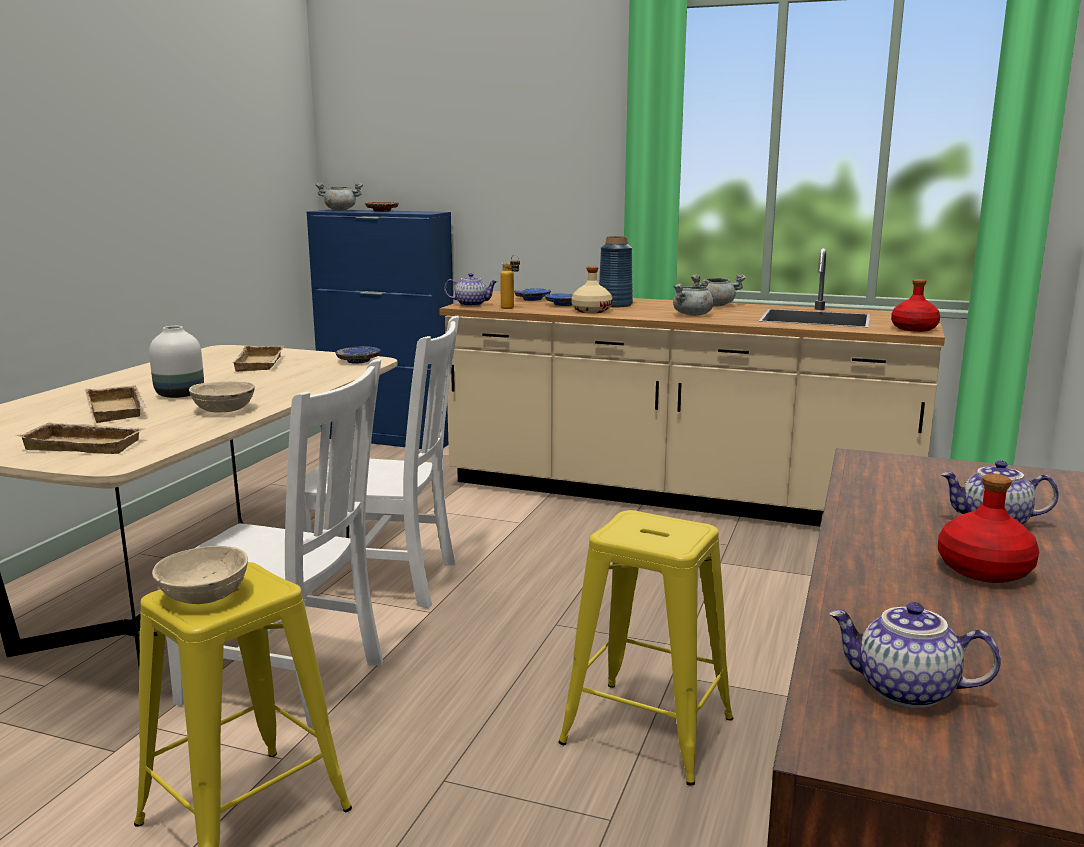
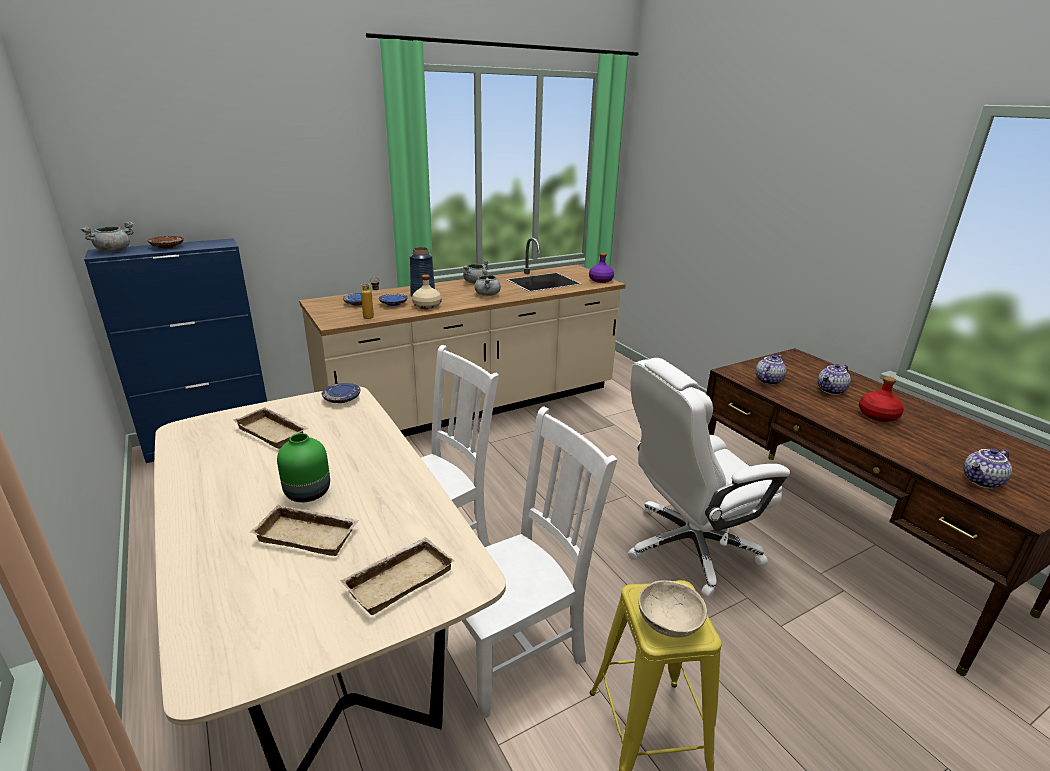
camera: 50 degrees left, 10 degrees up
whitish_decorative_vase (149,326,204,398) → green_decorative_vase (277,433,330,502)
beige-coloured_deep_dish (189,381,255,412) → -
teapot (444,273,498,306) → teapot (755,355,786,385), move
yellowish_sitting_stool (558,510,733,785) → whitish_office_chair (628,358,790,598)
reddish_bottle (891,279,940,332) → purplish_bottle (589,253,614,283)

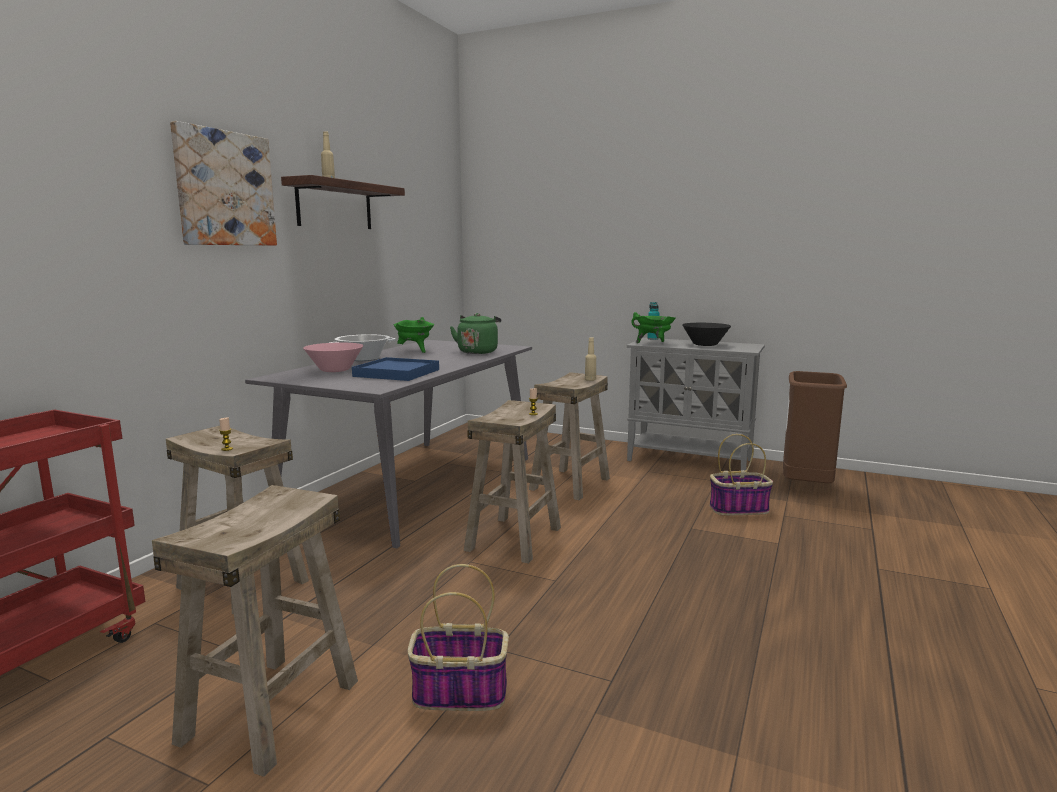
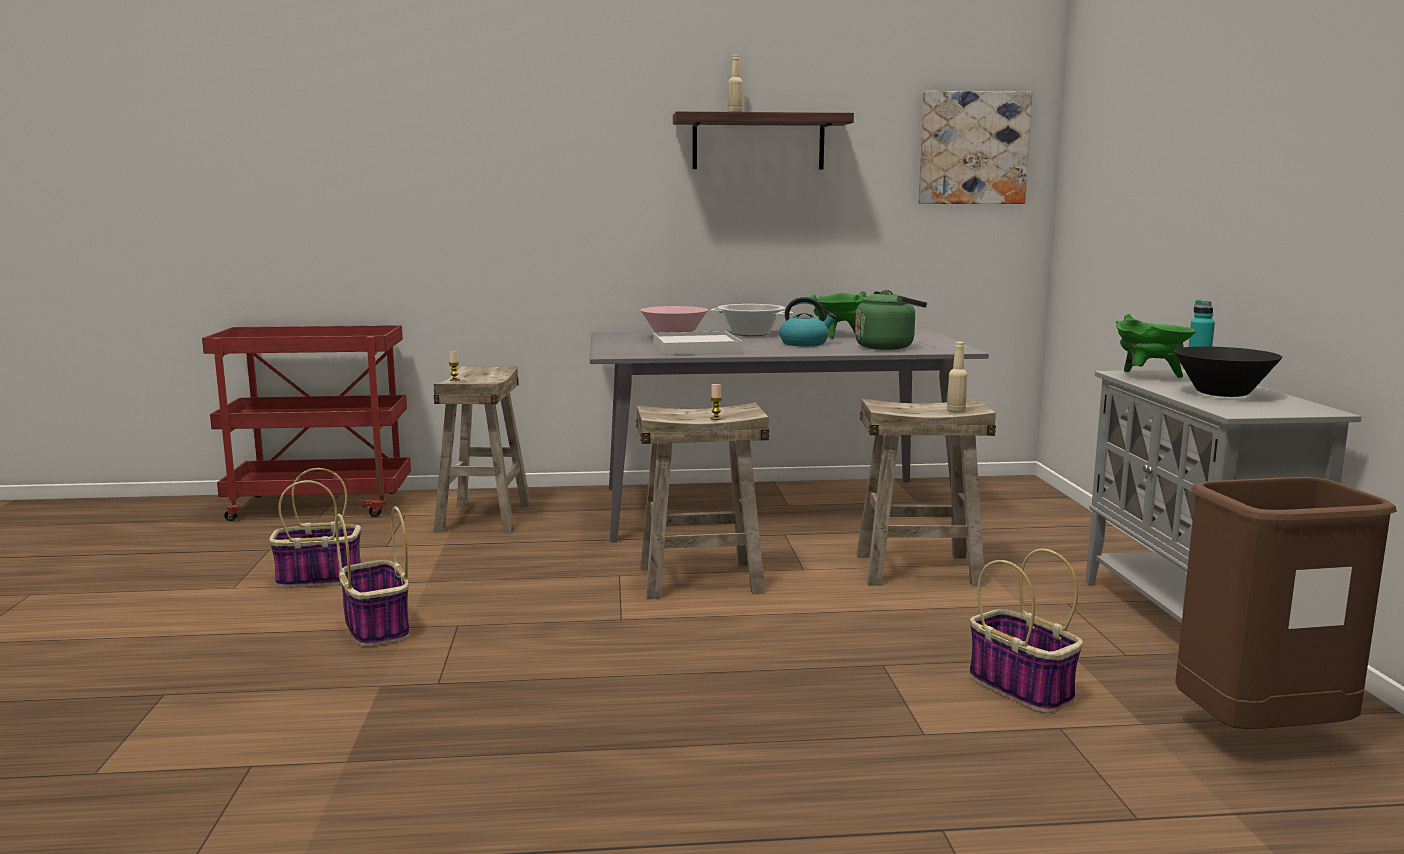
camera: 60 degrees right, 0 degrees up
beige-coloured_sitting_stool (152,485,358,777) → basket (269,468,361,588)
wall_art (170,121,277,246) → wall_art (919,91,1032,204), move
bluish_serving_tray (352,357,439,381) → whitish_serving_tray (653,331,742,355)
- → water_kettle (779,297,836,346)

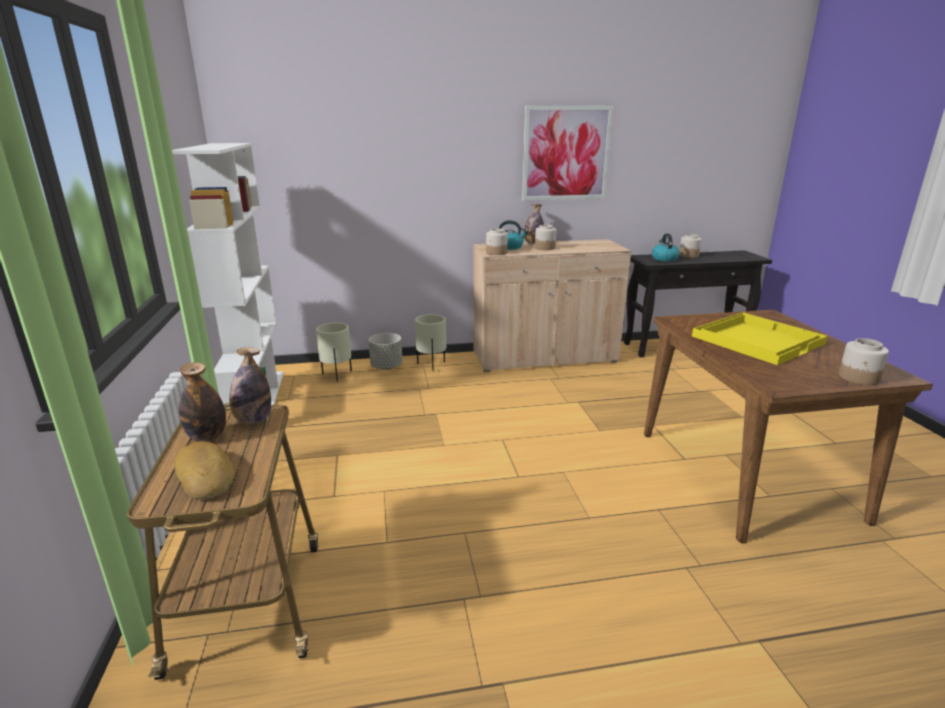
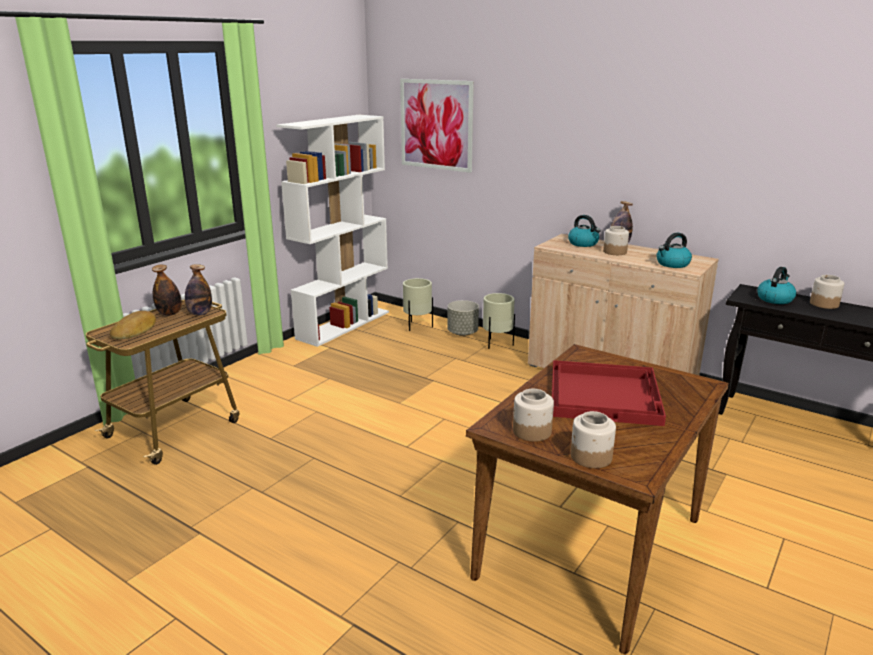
camera: 45 degrees right, 0 degrees up
preserve_jar (486,229,508,255) → preserve_jar (513,389,554,442), move
wall_art (522,106,613,201) → wall_art (400,79,474,173), move
yellowish_serving_tray (692,312,828,365) → reddish_serving_tray (552,360,666,426)
- → water_kettle (656,233,692,268)

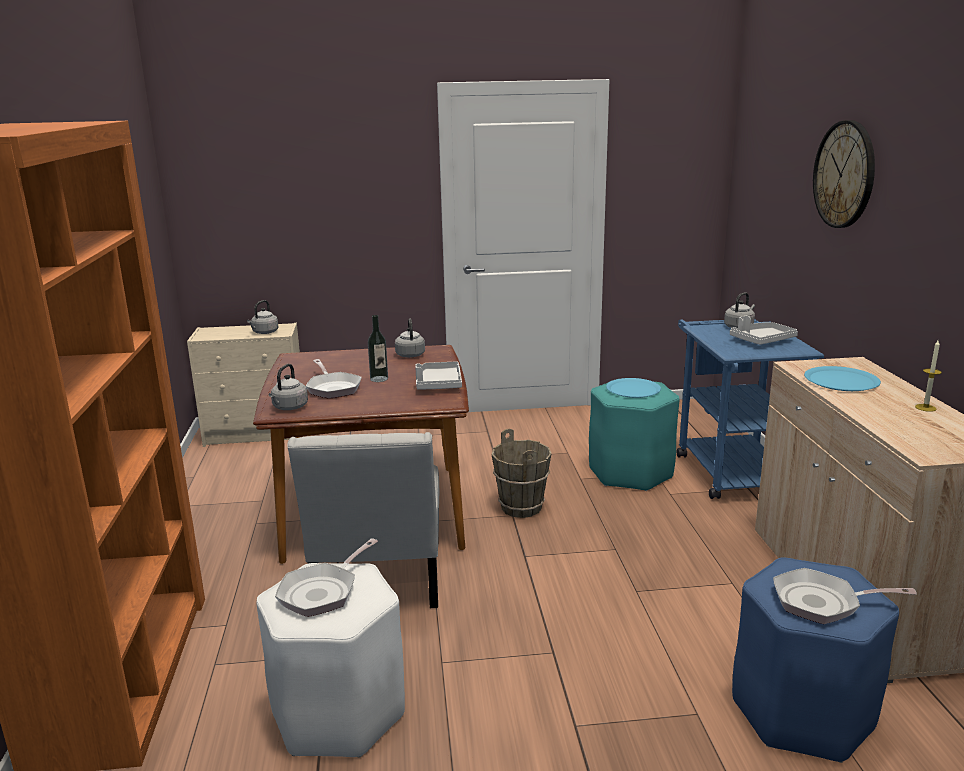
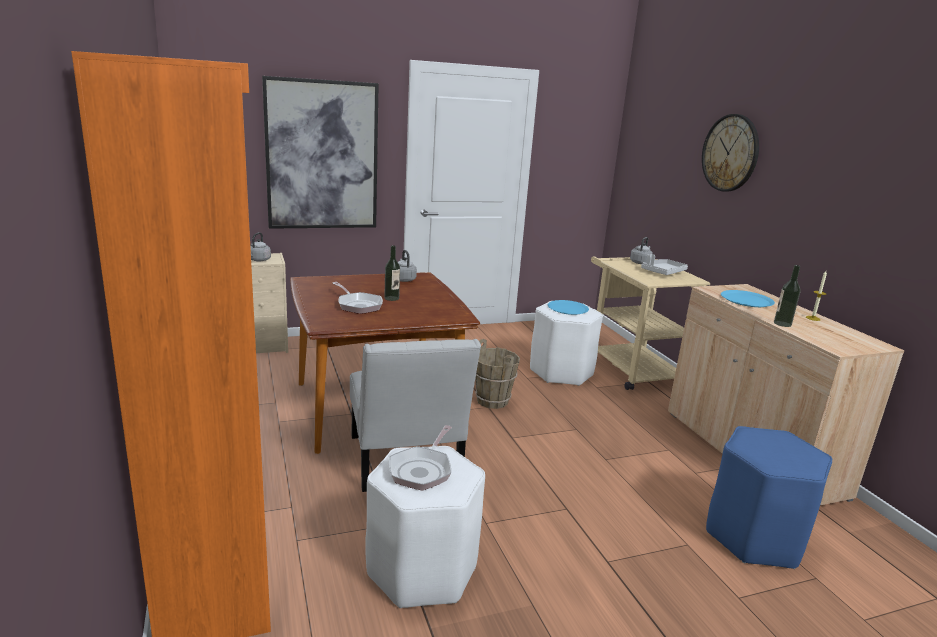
camera: 15 degrees left, 0 degrees up
greyish_water_kettle (269,364,308,410) → -
greyish_serving_tray (415,361,462,389) → -
turquoise_sitting_stool (589,382,680,491) → whitish_sitting_stool (530,301,603,386)
bluish_cart (677,319,824,499) → beige-coloured_cart (591,257,710,390)
frying_pan (773,568,917,624) → -
- → wall_art (262,76,379,229)
- → bottle (774,265,801,327)

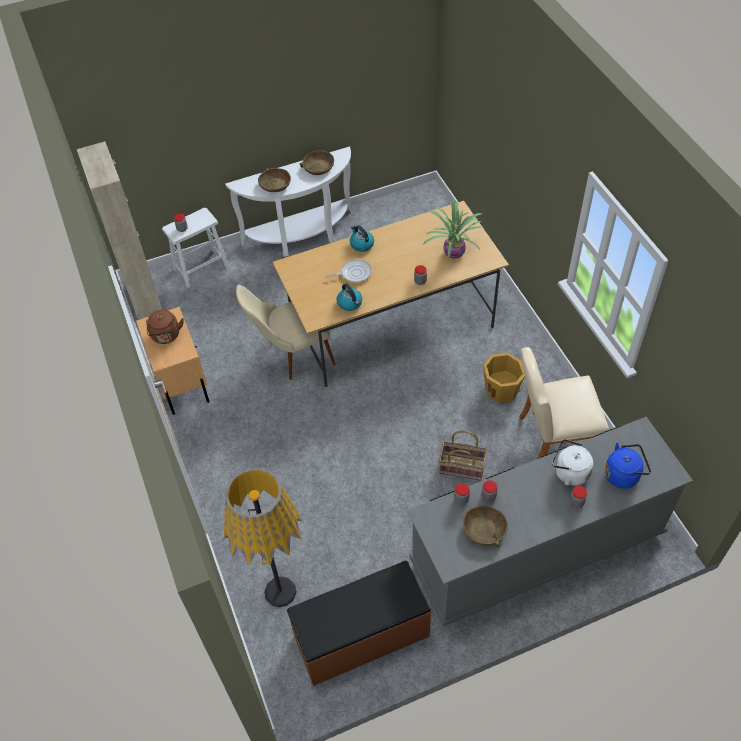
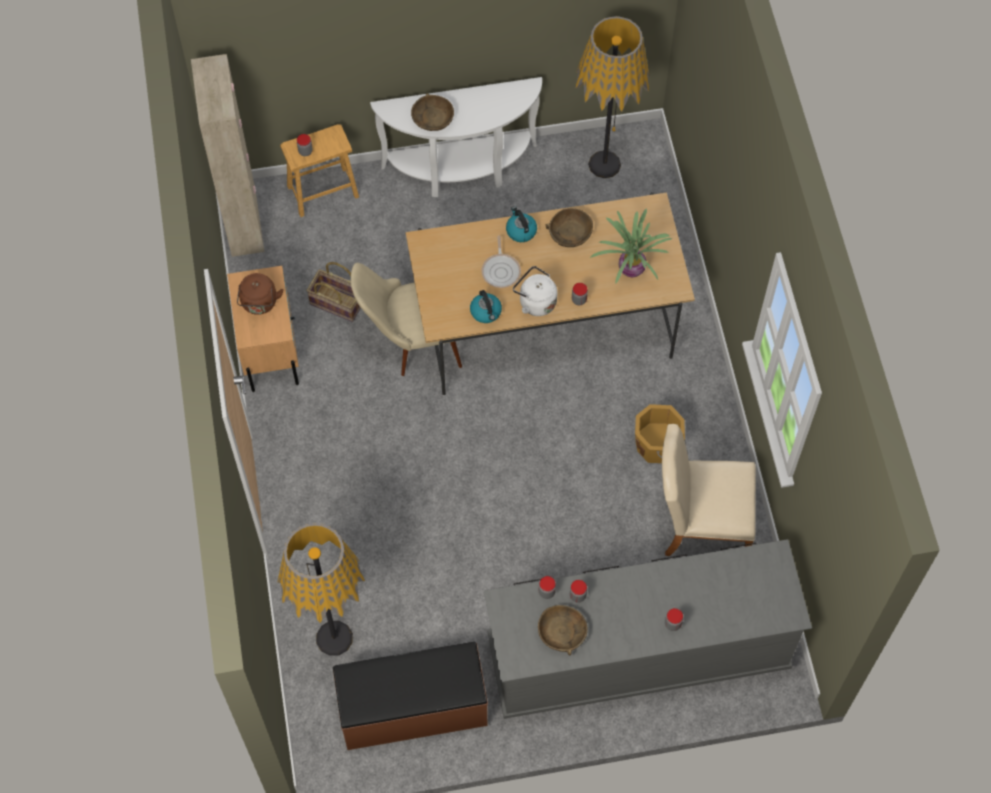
camera: 10 degrees right, 10 degrees up
whitish_sitting_stool (162,208,229,288) → brown_sitting_stool (280,124,359,217)
brown_deep_dish (300,151,334,175) → brown_deep_dish (546,208,593,247), move
frying_pan (325,259,372,283) → frying_pan (481,236,521,288), 90 degrees clockwise
basket (439,430,487,481) → basket (307,262,361,322), move
whitish_water_kettle (552,439,594,486) → whitish_water_kettle (513,266,557,316), move
bluish_water_kettle (605,443,651,489) → -
- → floor_lamp (575,16,649,178)

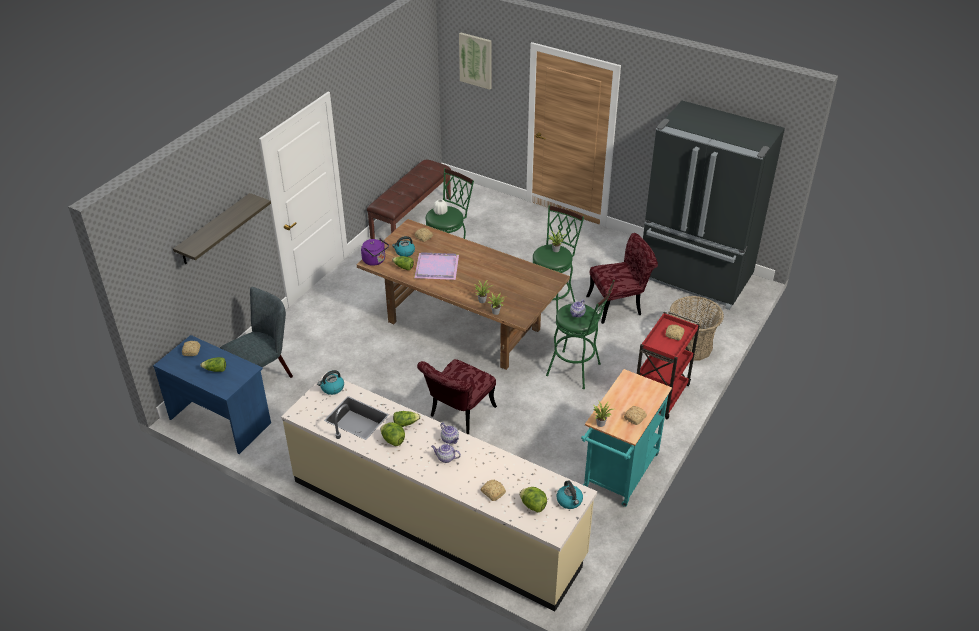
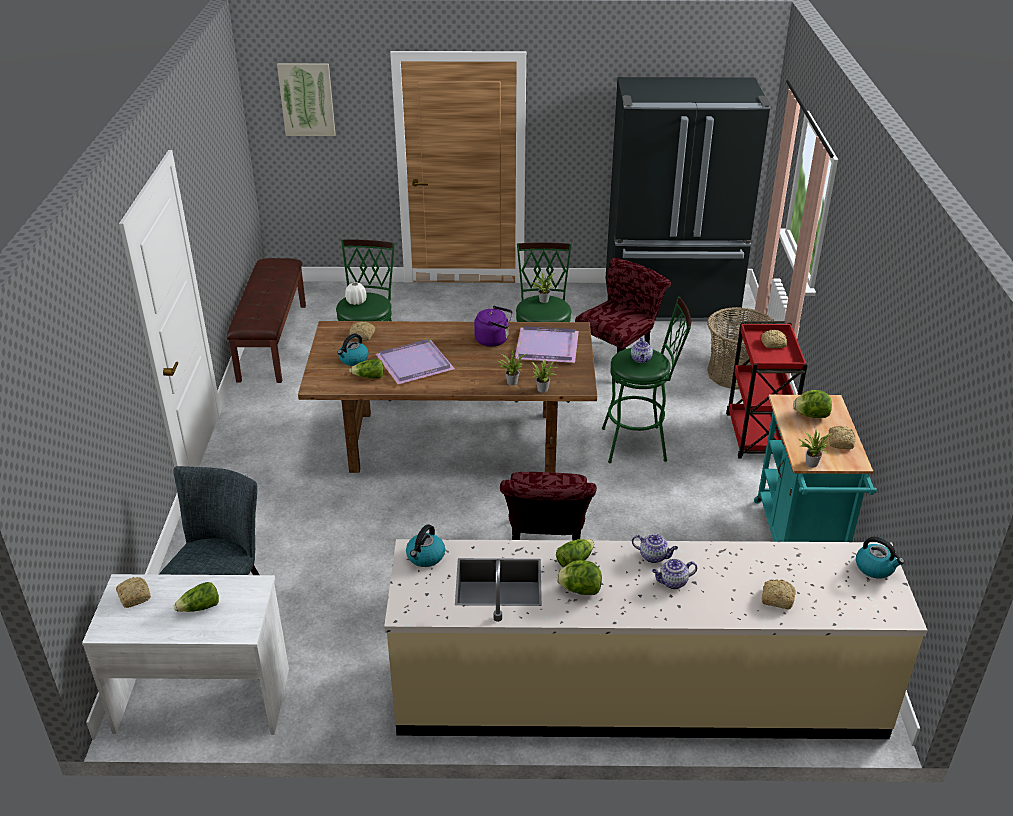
camera: 30 degrees left, 5 degrees down
bluish_desk_unit (153,335,271,454) → whitish_desk_unit (82,574,289,735)
shelf (173,193,271,264) → -
purplish_water_kettle (361,238,389,266) → purplish_water_kettle (474,306,512,347), move
head_of_lettuce (519,487,547,513) → head_of_lettuce (793,390,832,418), move
- → purplish_serving_tray (514,326,579,363)

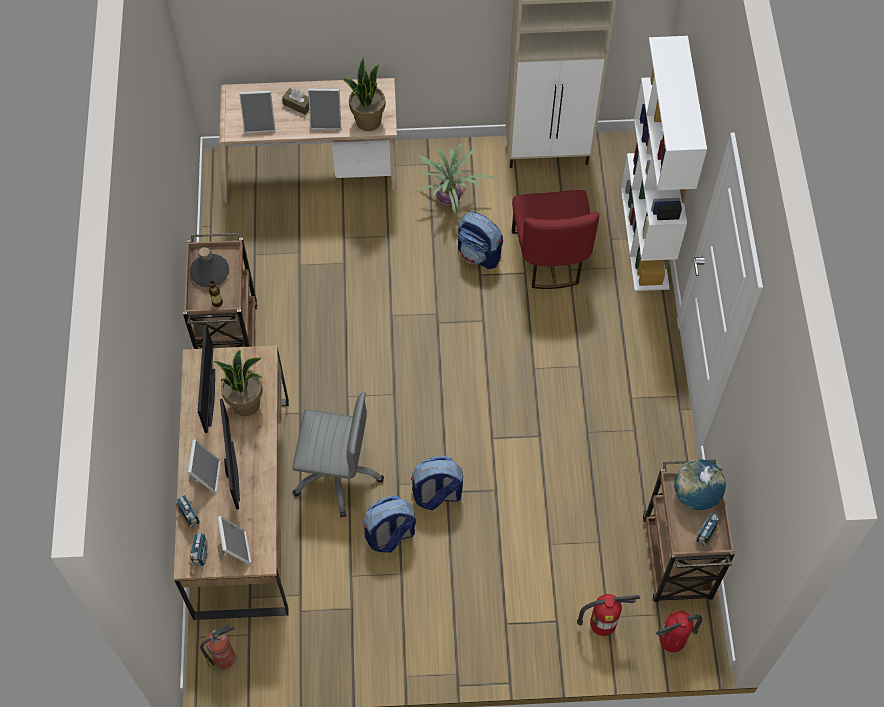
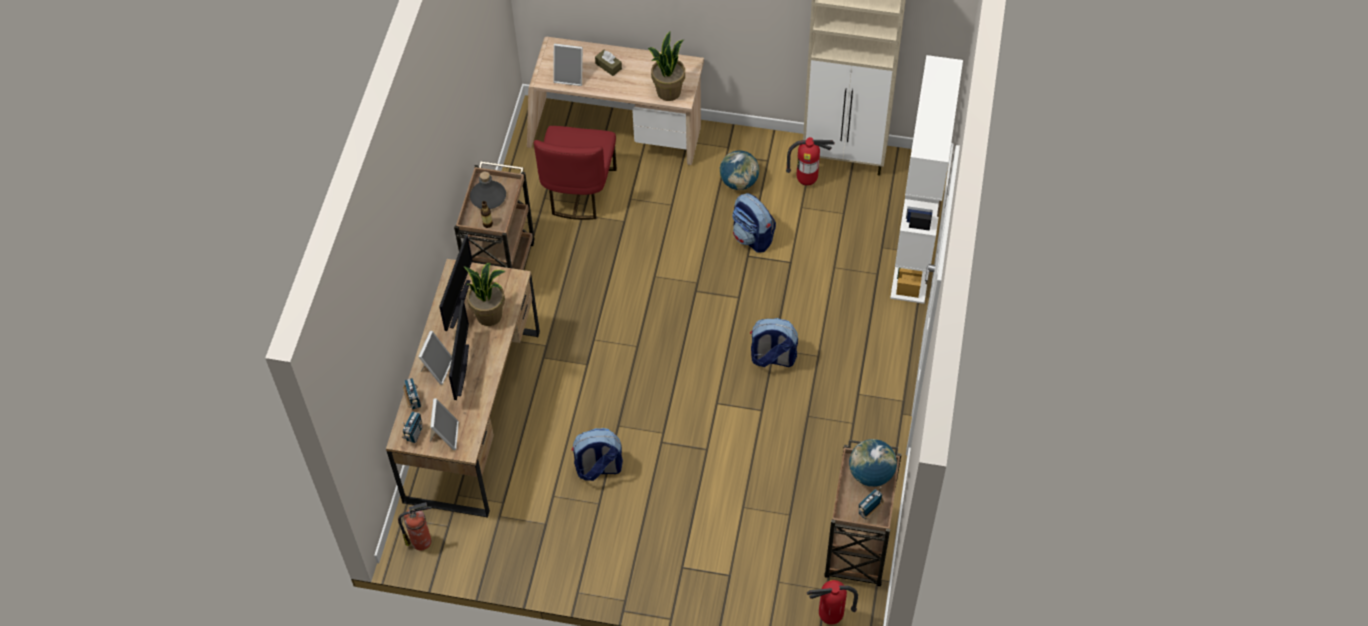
camera: 15 degrees right, 5 degrees down
greyish_office_chair (292,392,384,517) → -
standing_frame (308,88,341,130) → -
rucksack (411,456,463,510) → rucksack (750,318,798,367), move
plant_in_a_pot (415,143,494,213) → globe (720,151,759,190)
reddish_upright_chair (512,190,600,289) → reddish_upright_chair (534,126,617,220), move
fire-fighting_cylinder (577,594,640,636) → fire-fighting_cylinder (786,137,835,186), move

